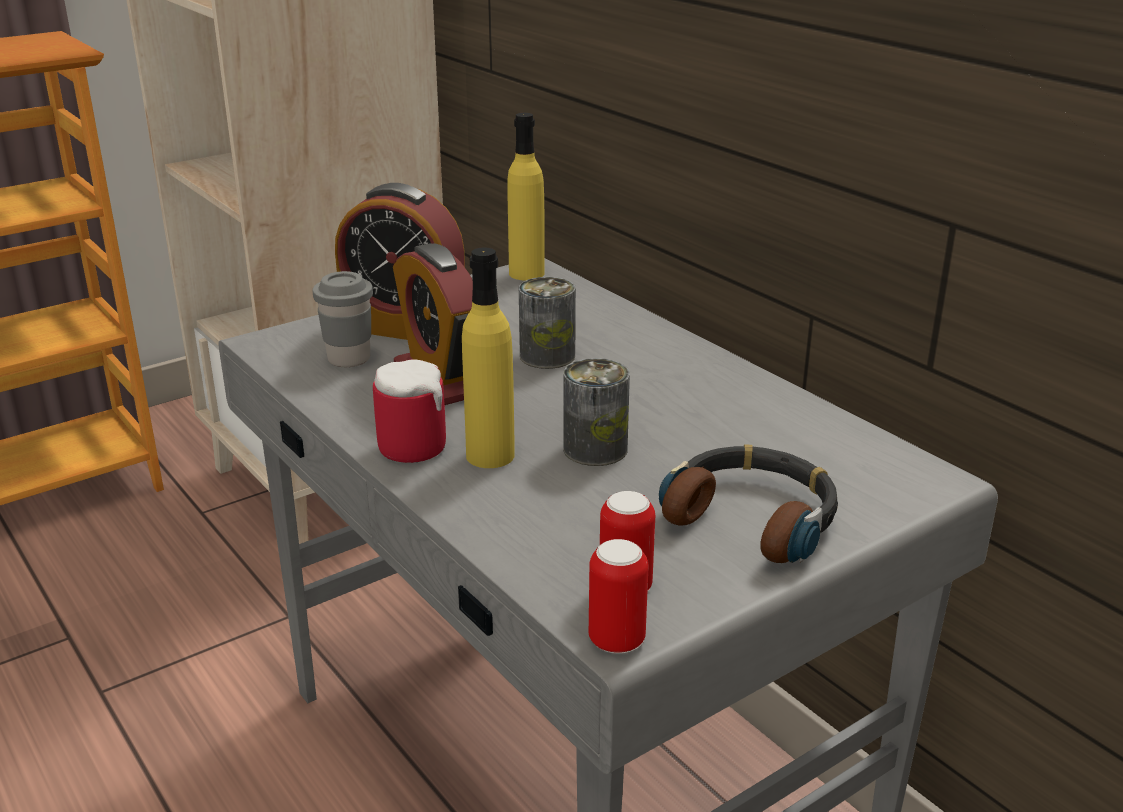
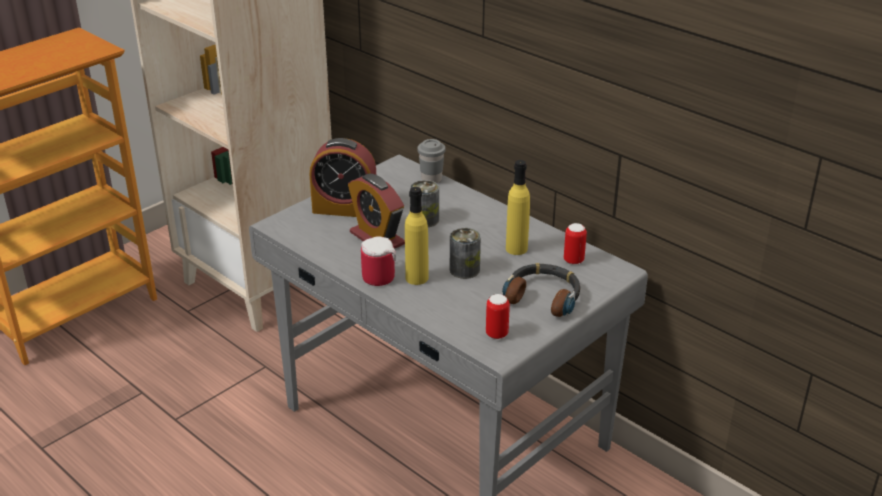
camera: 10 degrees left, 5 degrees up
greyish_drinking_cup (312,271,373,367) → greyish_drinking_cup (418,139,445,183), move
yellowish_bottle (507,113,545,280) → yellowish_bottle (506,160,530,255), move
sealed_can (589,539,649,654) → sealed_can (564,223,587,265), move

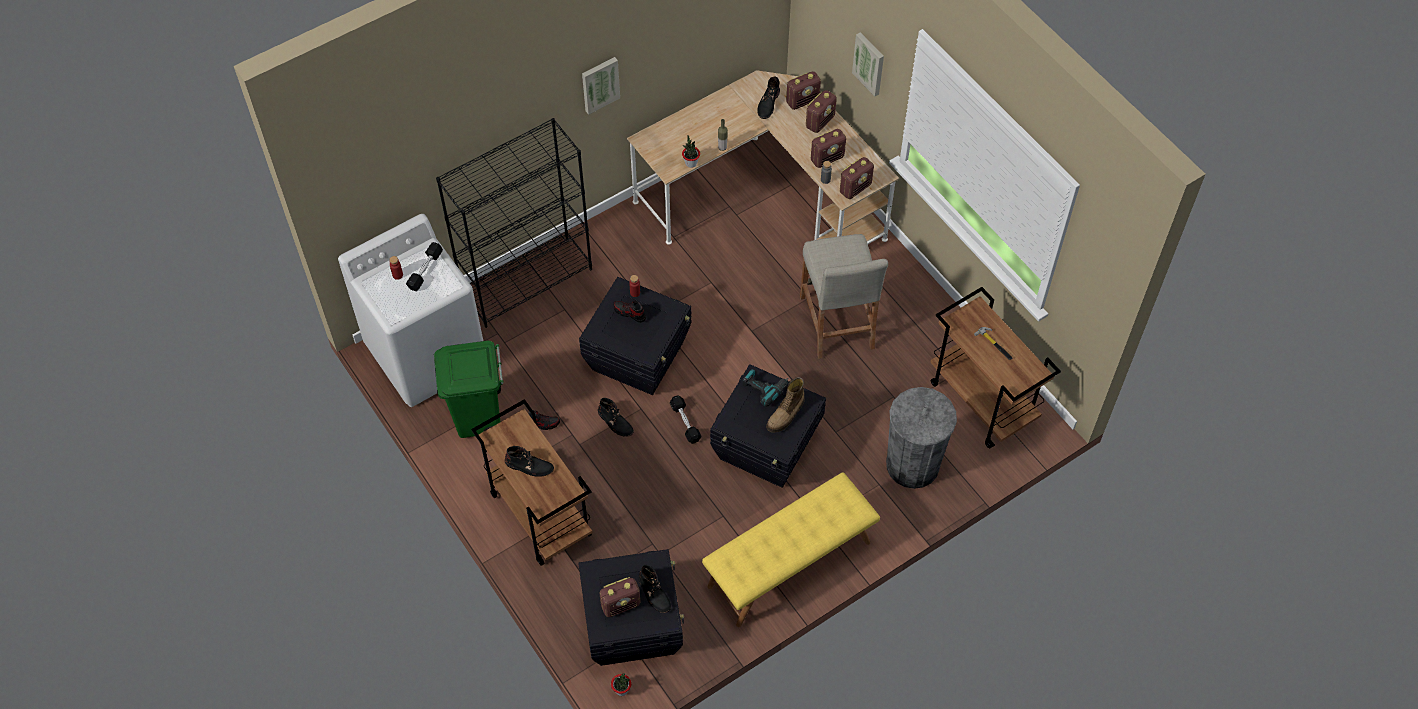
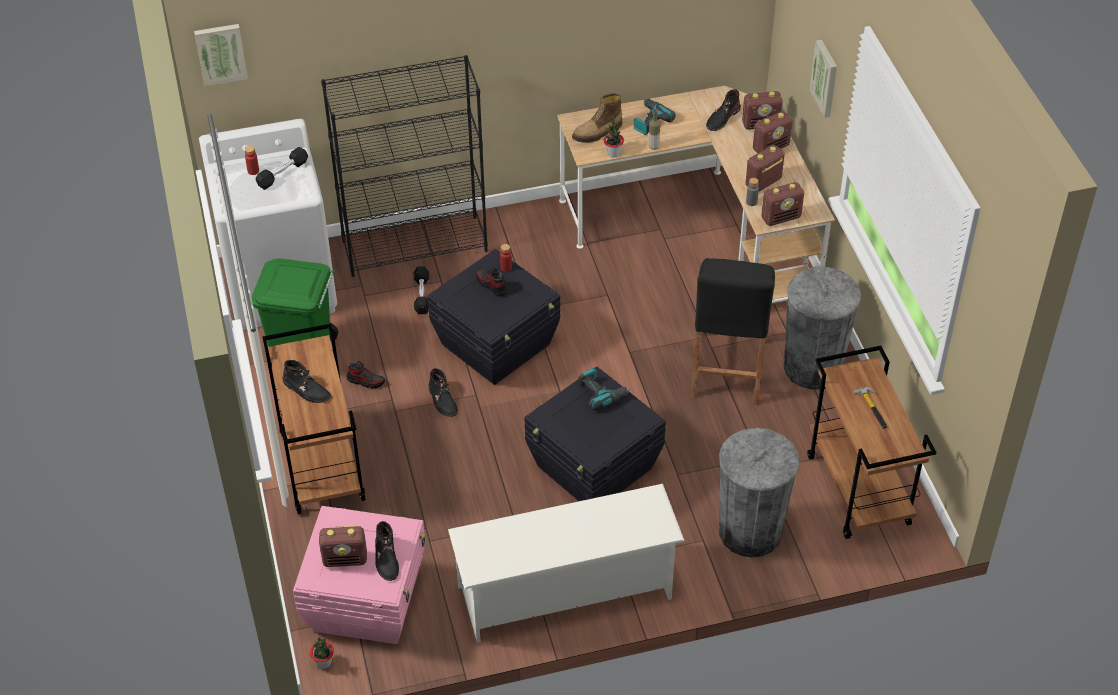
camera: 20 degrees right, 10 degrees down
black-coloured_storage_box (578,549,684,666) → pink_storage_box (293,506,425,644)
wall_art (582,57,620,115) → wall_art (194,24,248,86), move
black-coloured_dumbbell (670,395,702,444) → black-coloured_dumbbell (414,266,429,314), move
yellowish_bench (702,472,880,627) → whitish_shoe_stand (448,484,684,643)
boot (766,377,804,433) → boot (572,93,622,143), move
beige-coloured_sitting_stool (800,234,888,359) → black-coloured_sitting_stool (691,258,775,405)
radio_set (811,129,846,168) → radio_set (746,145,784,192), 150 degrees clockwise
- → electric_drill (633,99,676,135)
- → greyish_trash_can (784,267,861,390)

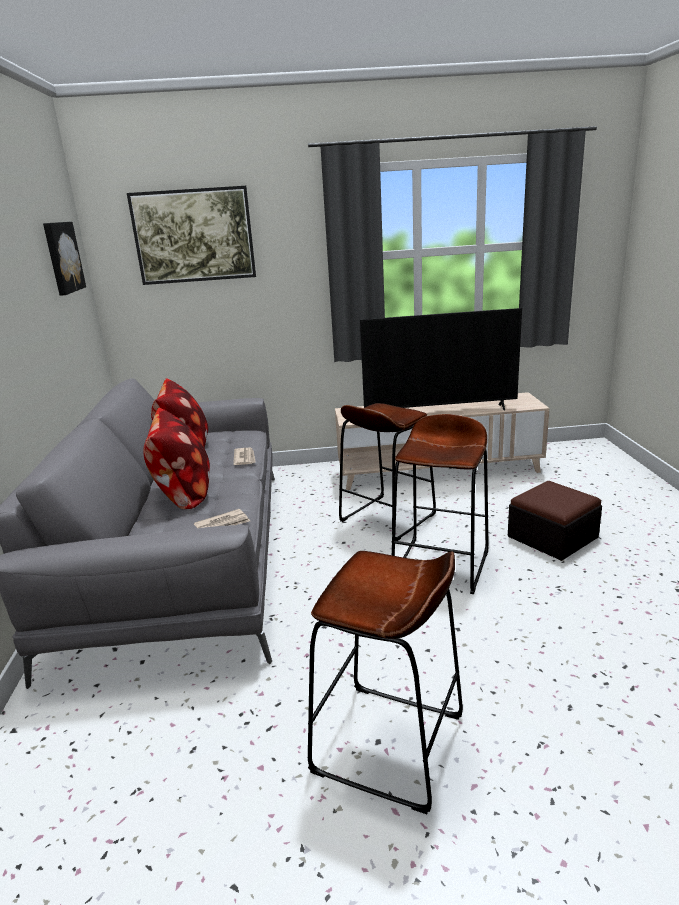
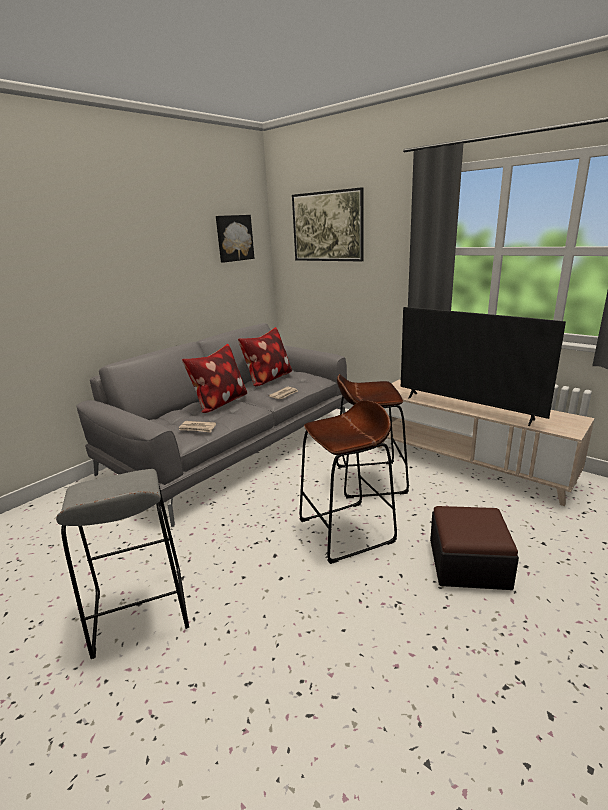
camera: 45 degrees right, 0 degrees up
brown_sitting_stool (308,551,463,814) → greyish_sitting_stool (56,469,189,659)

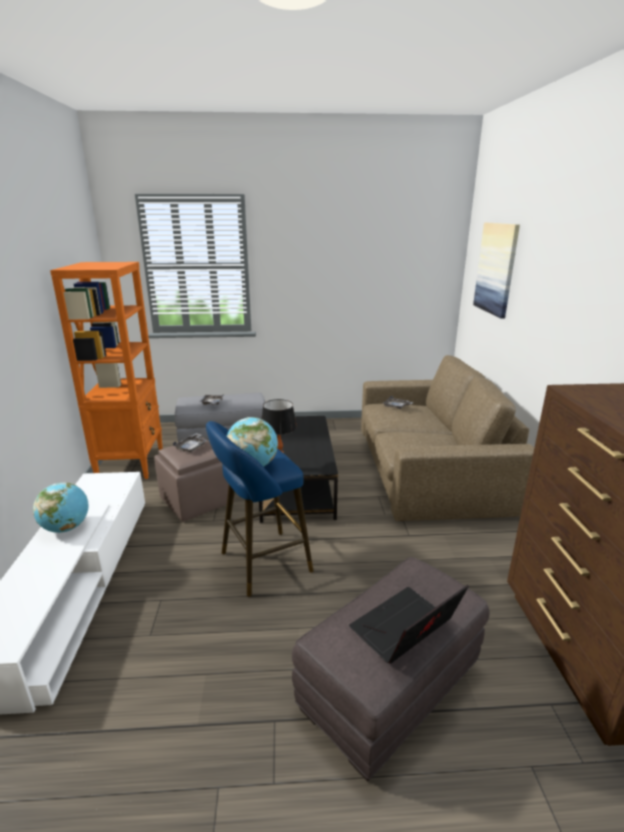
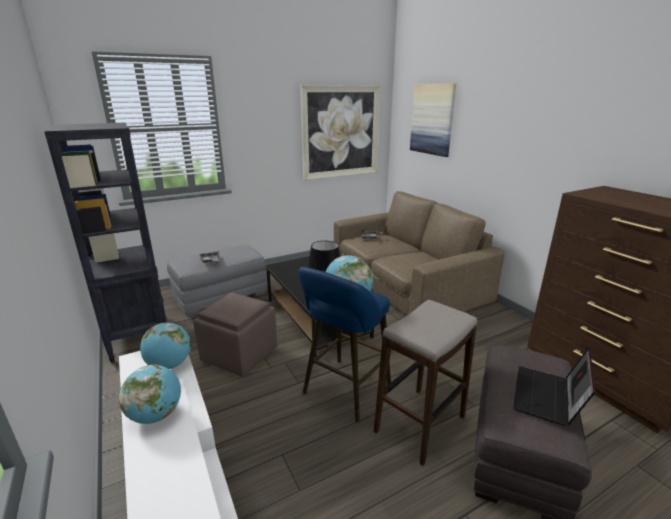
camera: 25 degrees left, 0 degrees up
orange-coloured_bookshelf (50,262,163,479) → black-coloured_bookshelf (44,123,167,363)
greyish_serving_tray (173,433,207,452) → -
- → globe (140,322,191,369)
- → wall_art (300,85,381,180)
- → sitting_stool (374,300,477,466)

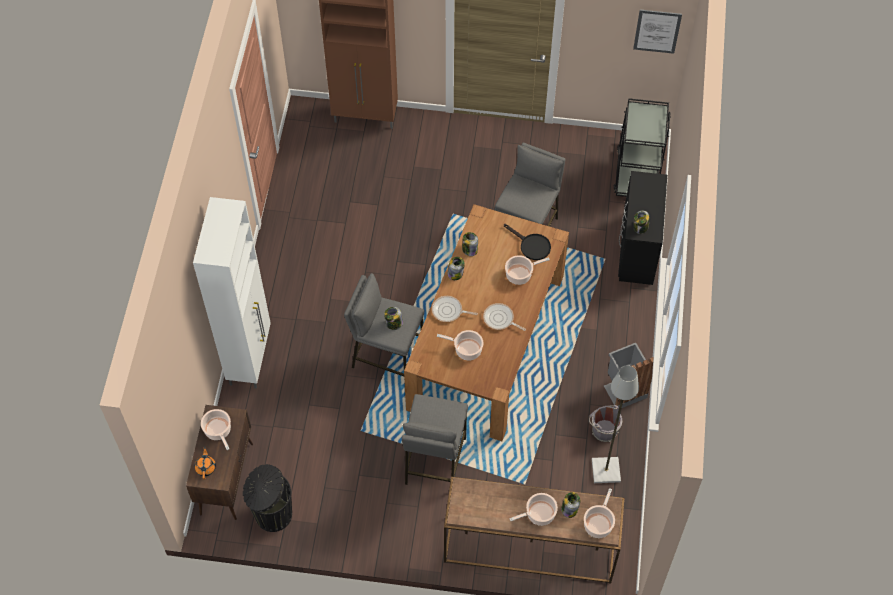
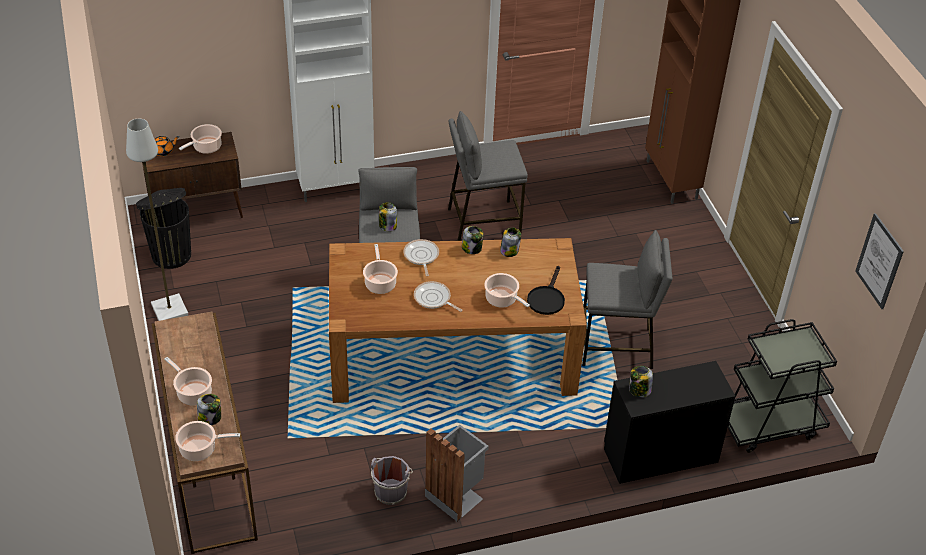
camera: 65 degrees right, 15 degrees down
greyish_sitting_stool (402,394,468,485) → greyish_sitting_stool (448,111,528,241), move
frying_pan (483,303,526,331) → frying_pan (414,281,462,312), 60 degrees counterclockwise
greyish_floor_lamp (592,365,639,483) → greyish_floor_lamp (126,119,188,321), move

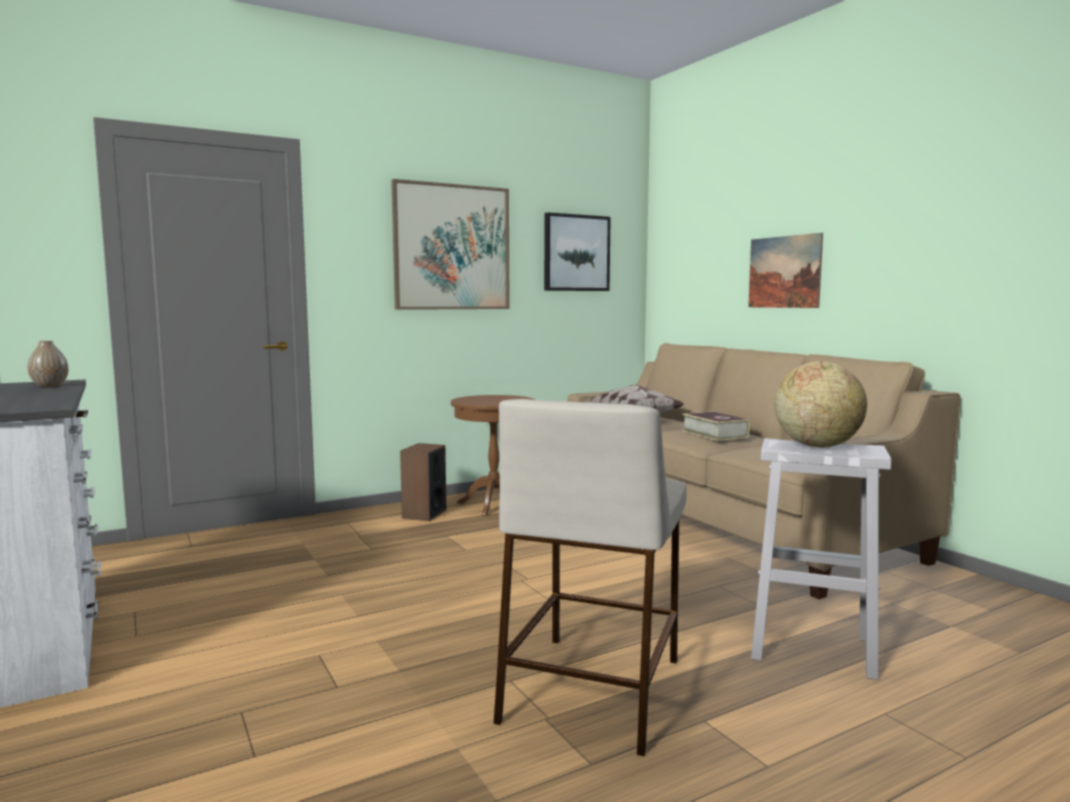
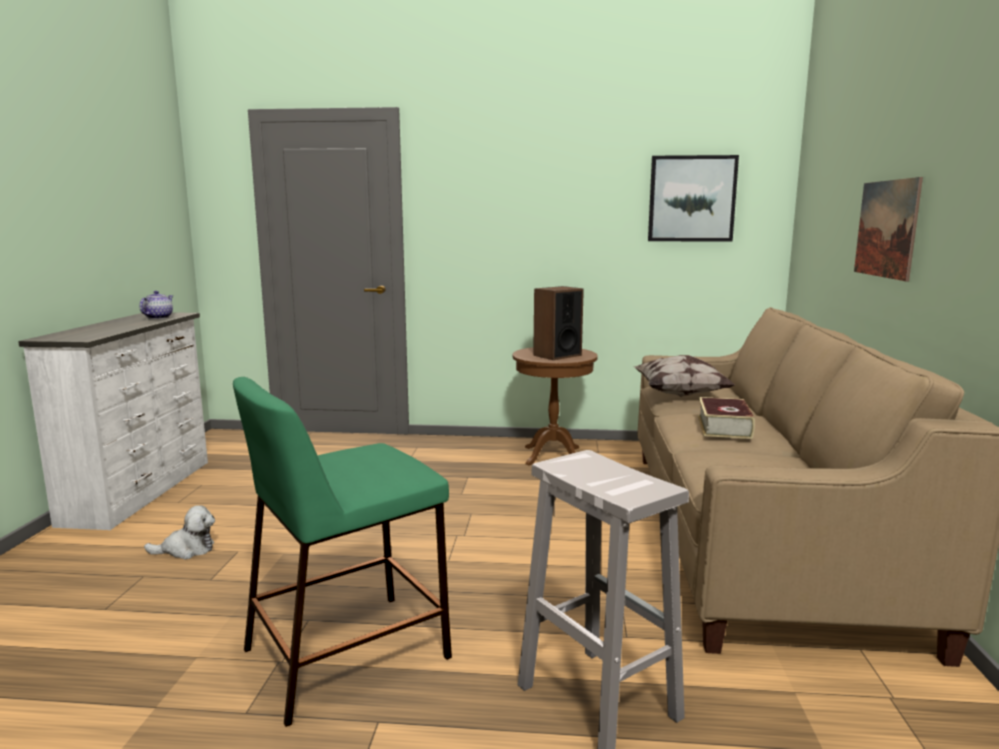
camera: 35 degrees right, 5 degrees up
decorative_vase (27,341,68,387) → teapot (139,291,173,319)
wall_art (391,179,510,310) → -
audio_speaker (400,443,446,521) → audio_speaker (533,286,584,360), move
beige-coloured_sitting_stool (494,399,686,756) → green_sitting_stool (233,377,452,727)
globe (774,361,867,448) → -
- → soft_toy (144,505,215,560)

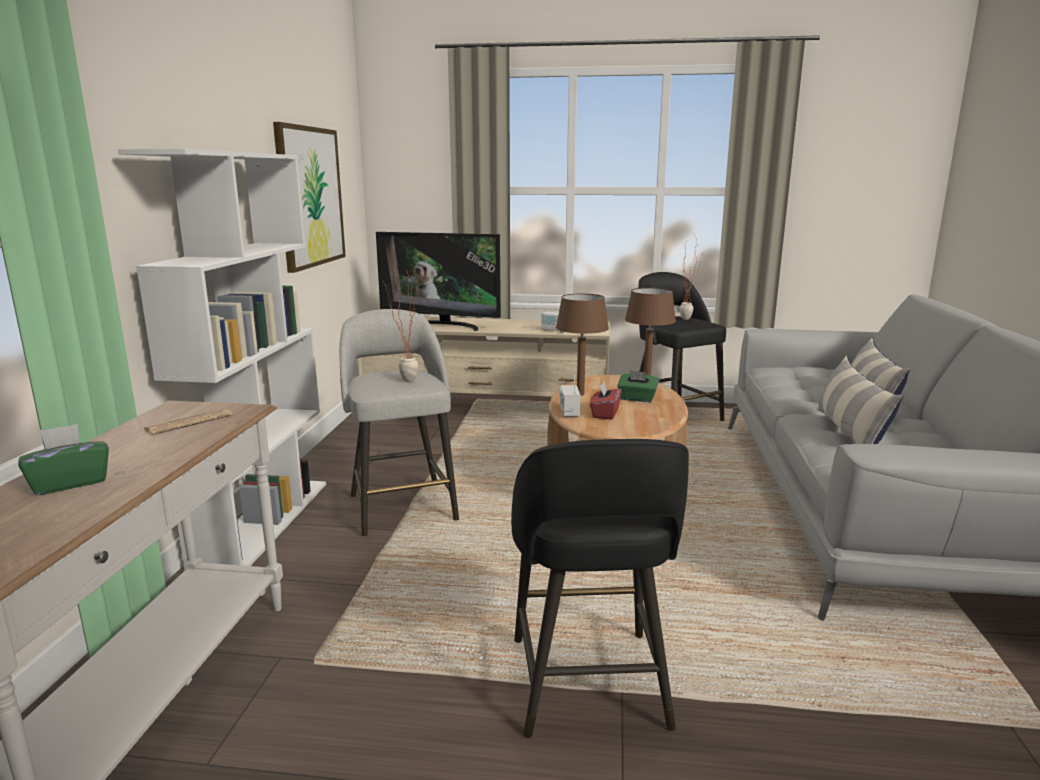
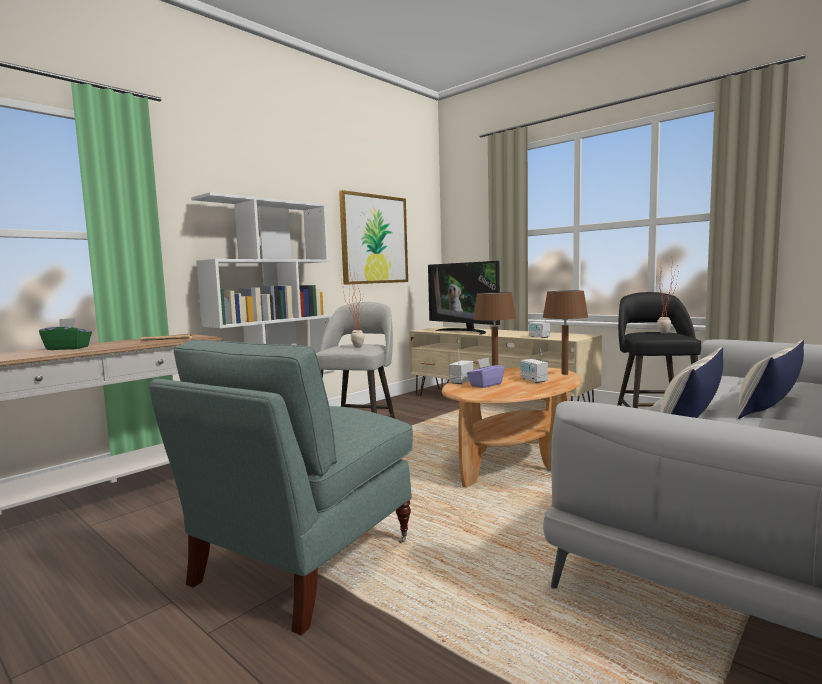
camera: 35 degrees right, 10 degrees down
black-coloured_sitting_stool (511,439,689,738) → greyish_armchair (149,339,413,635)
reddish_tissue_holder (590,382,621,420) → purplish_tissue_holder (467,358,505,388)
green_tissue_holder (617,370,659,402) → radio_set (520,347,548,383)

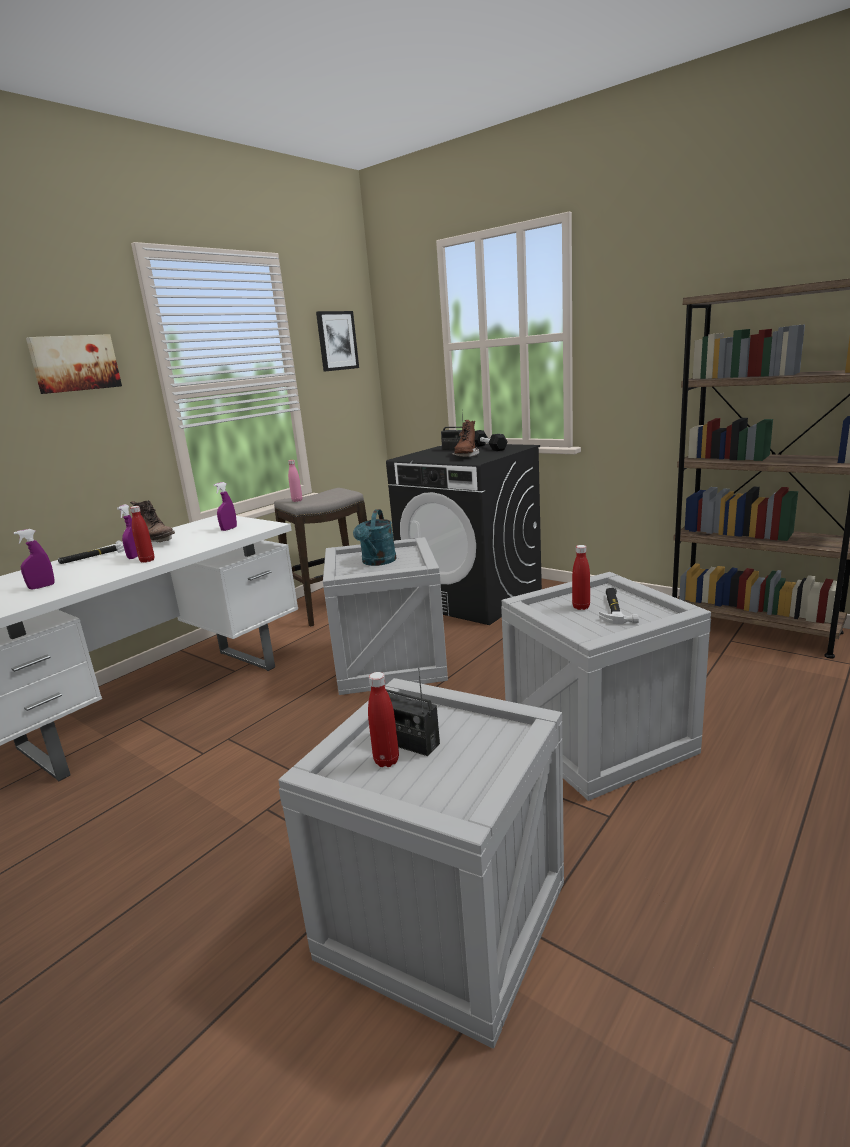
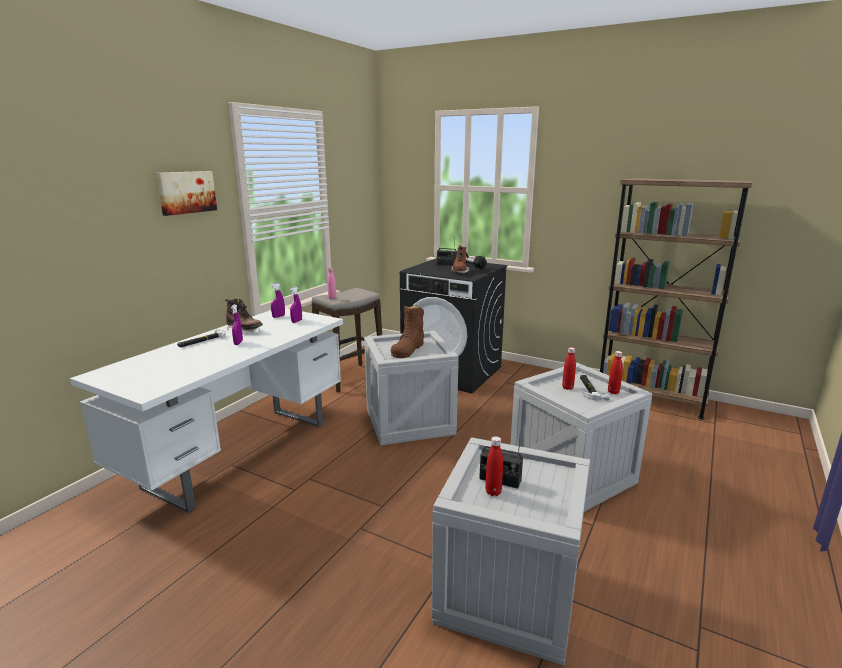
camera: 10 degrees left, 0 degrees up
purplish_sprayer (14,529,55,589) → purplish_sprayer (270,283,285,318), move
reddish_bottle (130,506,154,563) → reddish_bottle (608,351,623,394), move
wall_art (316,311,359,372) → -
turquoise_watering_can (353,509,397,566) → brown_boot (391,306,424,358)

